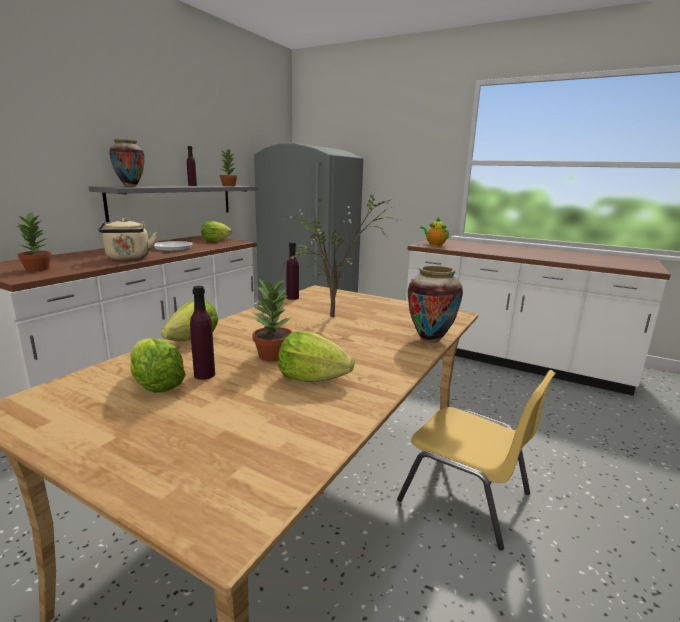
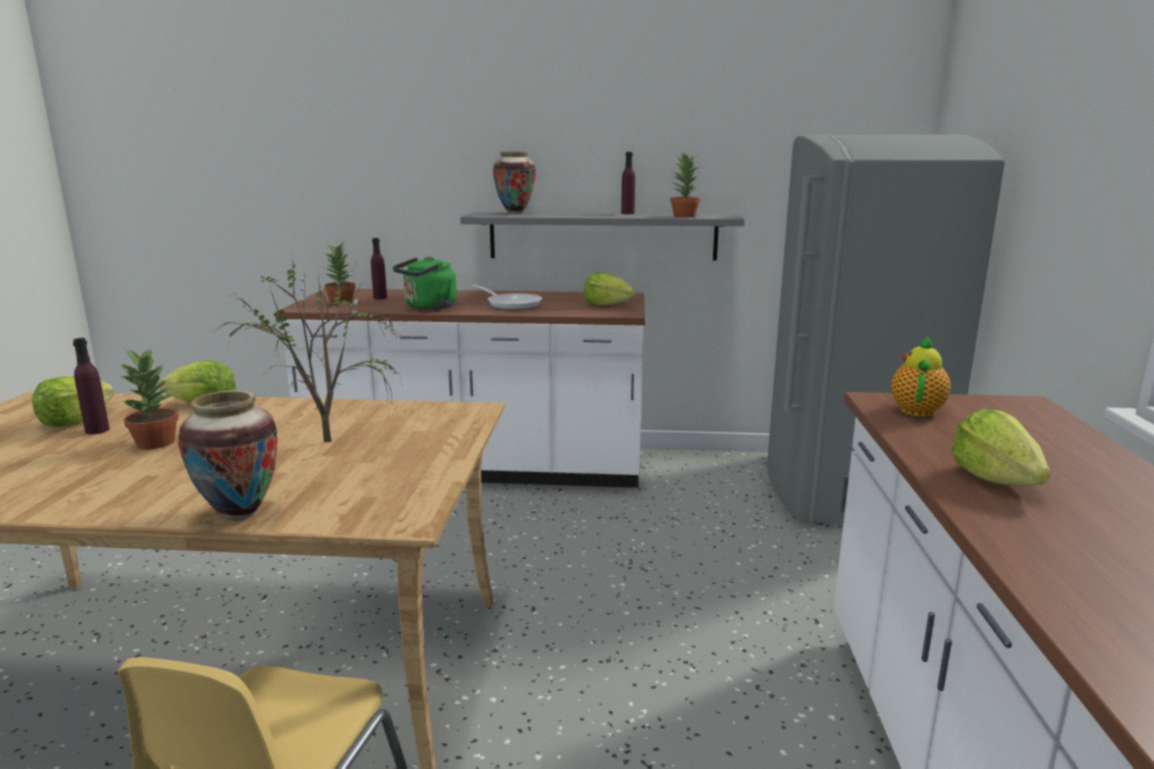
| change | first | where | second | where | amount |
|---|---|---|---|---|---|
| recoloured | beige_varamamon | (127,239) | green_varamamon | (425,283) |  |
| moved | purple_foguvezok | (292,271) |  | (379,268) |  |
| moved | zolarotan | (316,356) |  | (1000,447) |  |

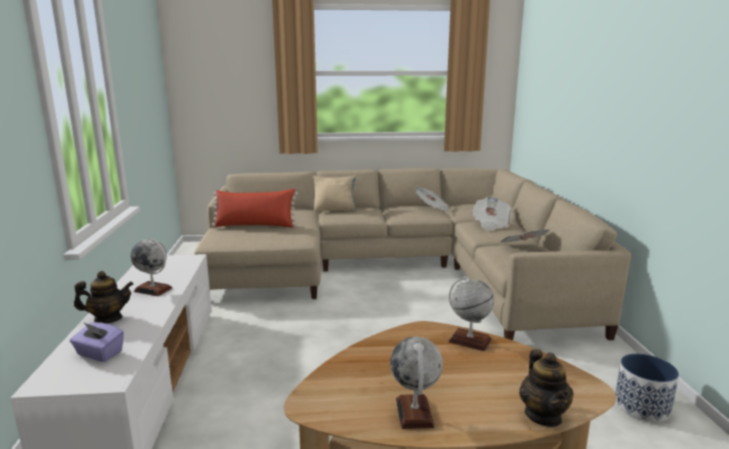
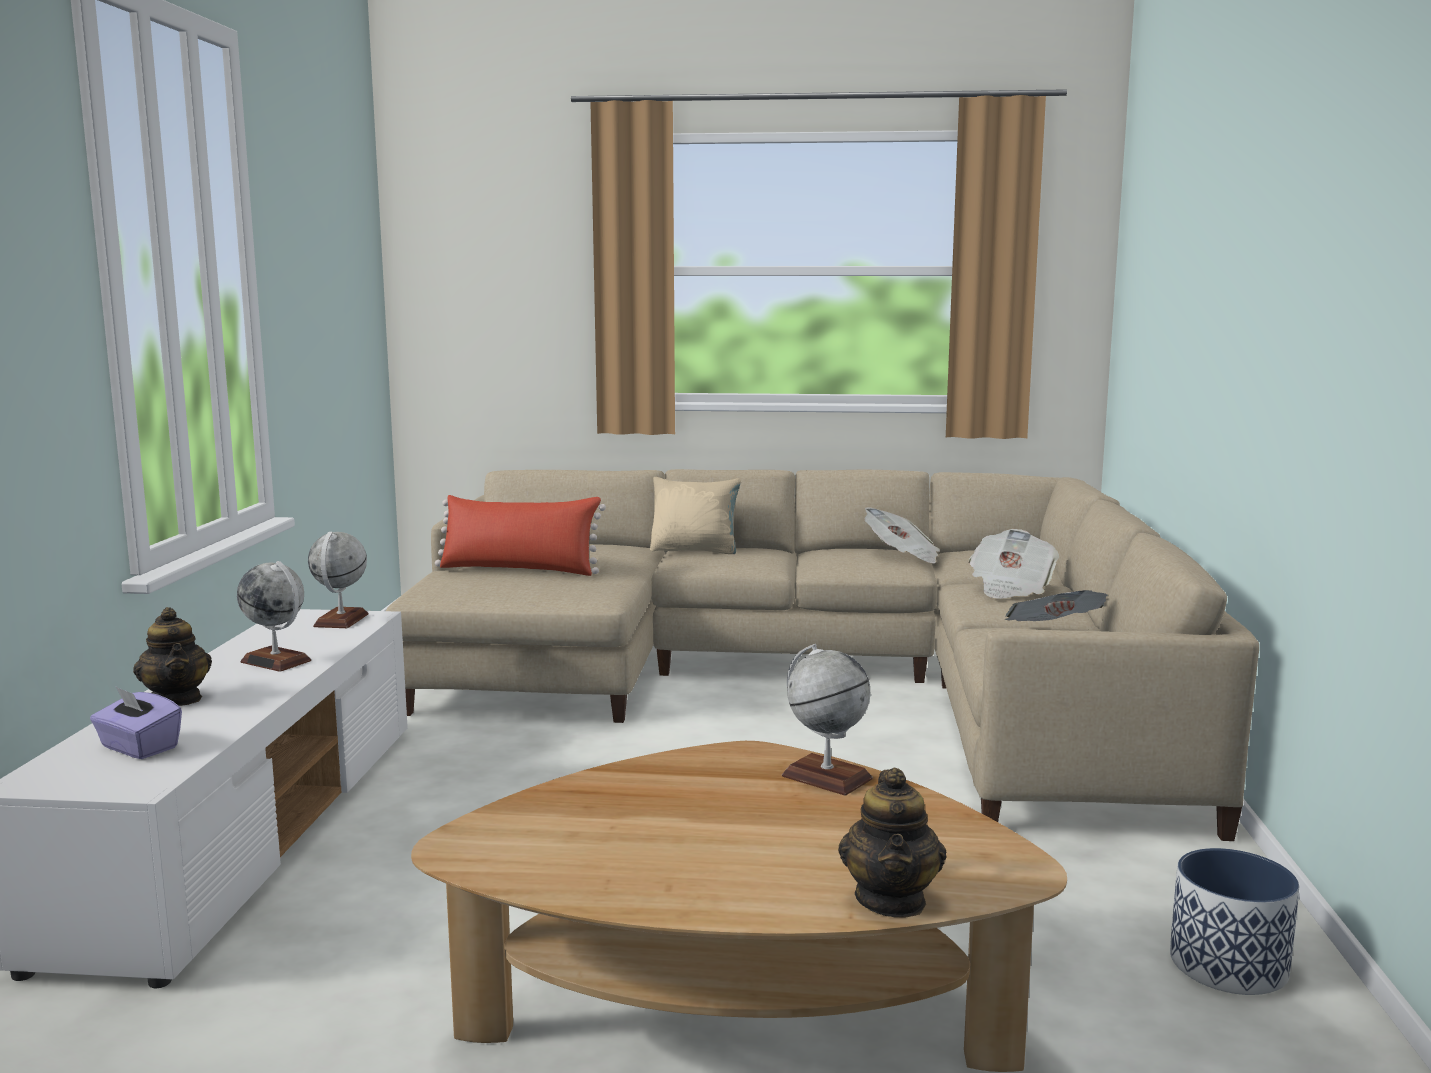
| change | first | where | second | where | amount |
|---|---|---|---|---|---|
| turned | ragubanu | (103,297) |  | (172,656) | 60 degrees clockwise |
| moved | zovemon | (416,382) |  | (338,579) |  |

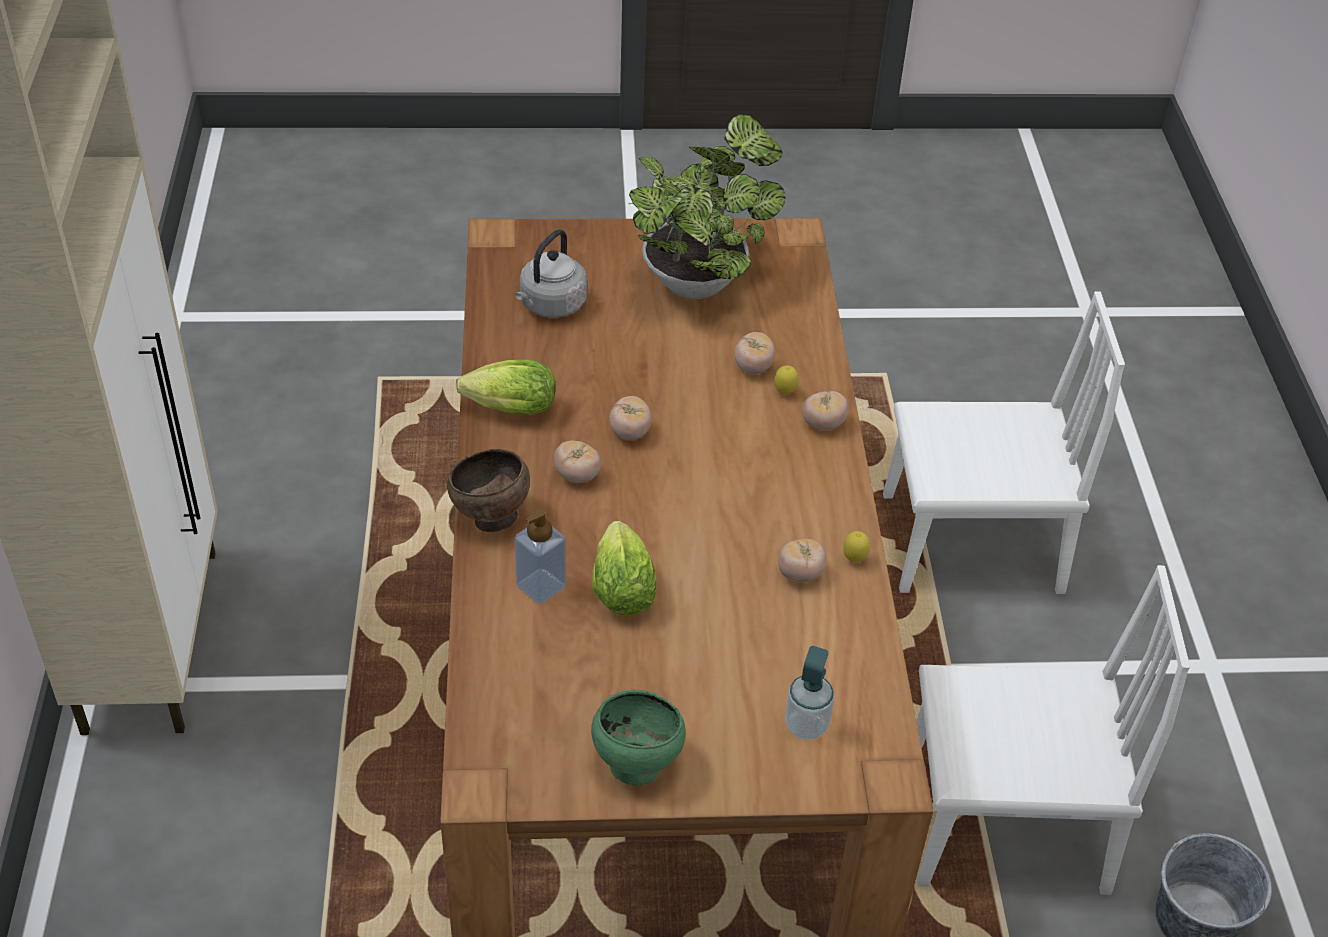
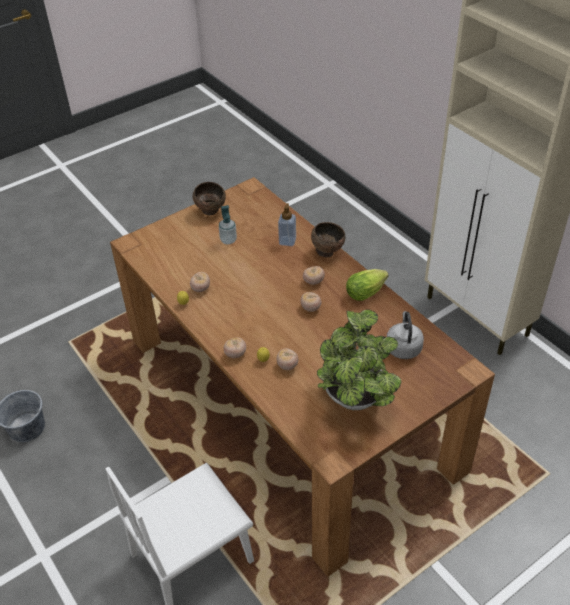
| change | first | where | second | where | amount |
|---|---|---|---|---|---|
| removed | zolarotan | (624,568) |  |  |  |
| removed | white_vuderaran | (1053,730) |  |  |  |
| moved | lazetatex | (809,693) |  | (228,225) |  |
| recoloured | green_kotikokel | (638,737) | brown_kotikokel | (209,198) |  |

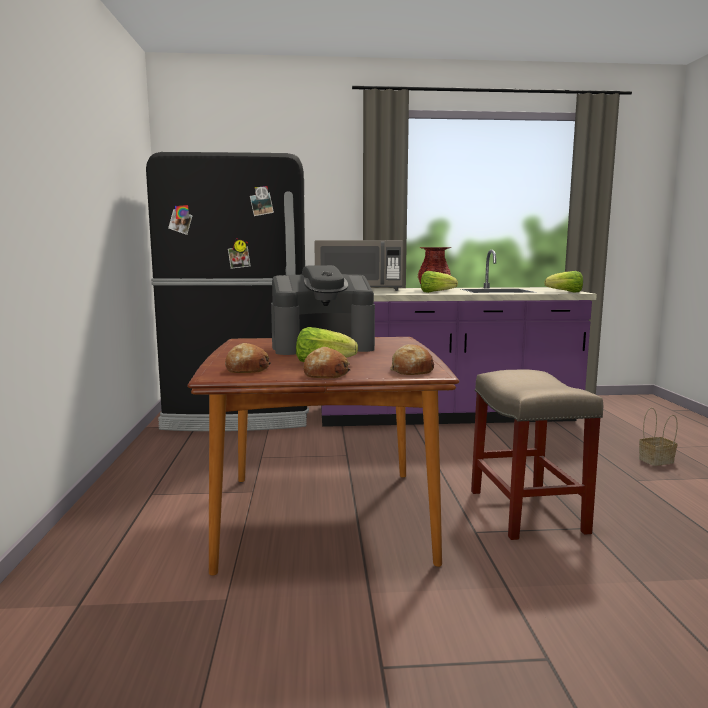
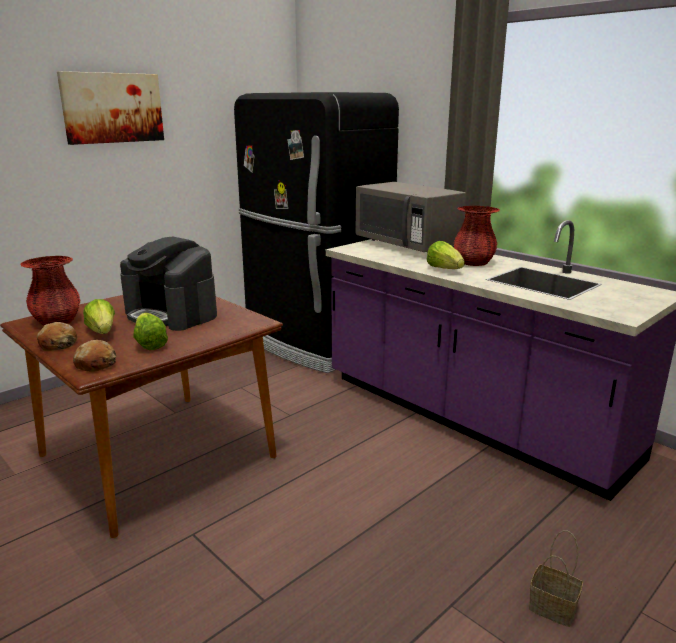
| change | first | where | second | where | amount |
|---|---|---|---|---|---|
| moved | zolarotan | (563,282) |  | (150,331) |  |
| replaced | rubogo | (248,358) | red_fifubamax | (50,291) |  |
| removed | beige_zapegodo | (537,454) |  |  |  |
| added |  |  | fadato | (110,108) |  |

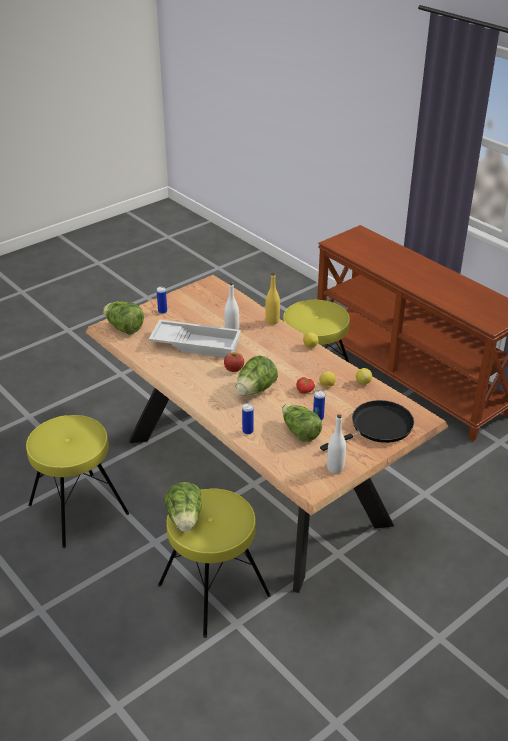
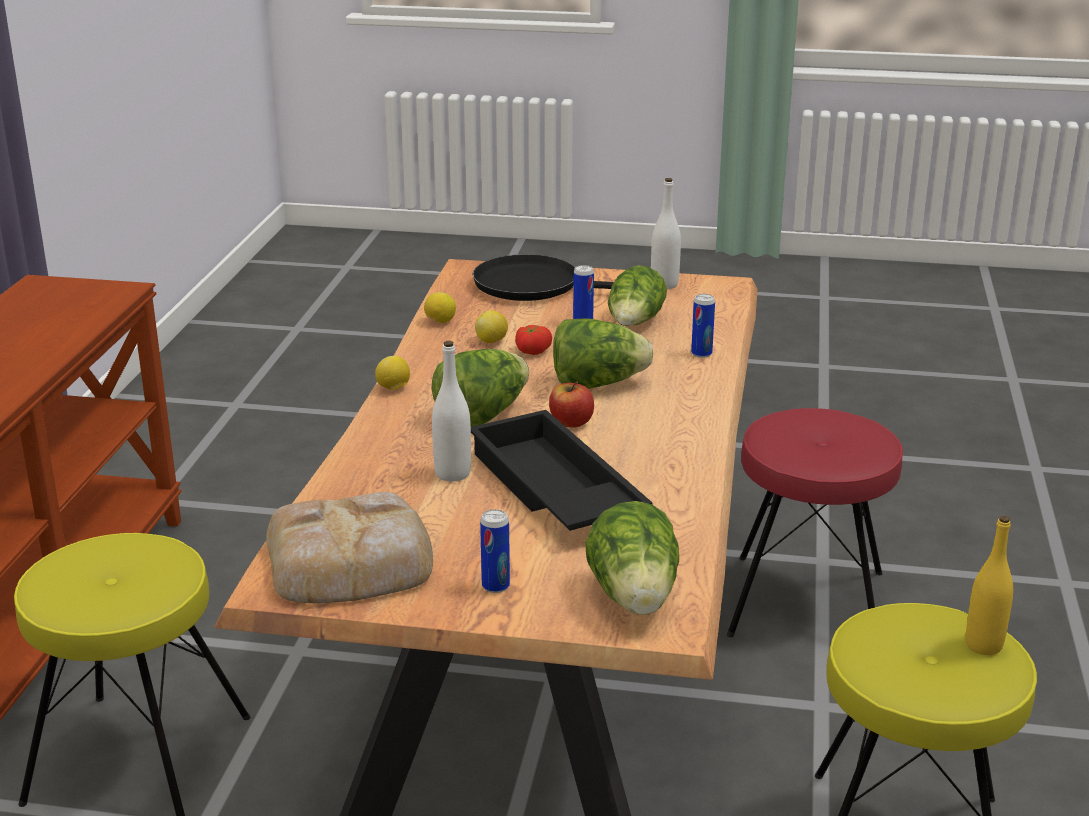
| change | first | where | second | where | amount |
|---|---|---|---|---|---|
| moved | yellow_foguvezok | (272,299) |  | (989,585) |  |
| recoloured | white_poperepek | (195,338) | black_poperepek | (562,470) |  |
| moved | zolarotan | (183,507) |  | (480,388) |  |
| recoloured | yellow_zapegodo | (214,563) | red_zapegodo | (815,522) |  |
| added |  |  | rubogo | (349,547) |  |

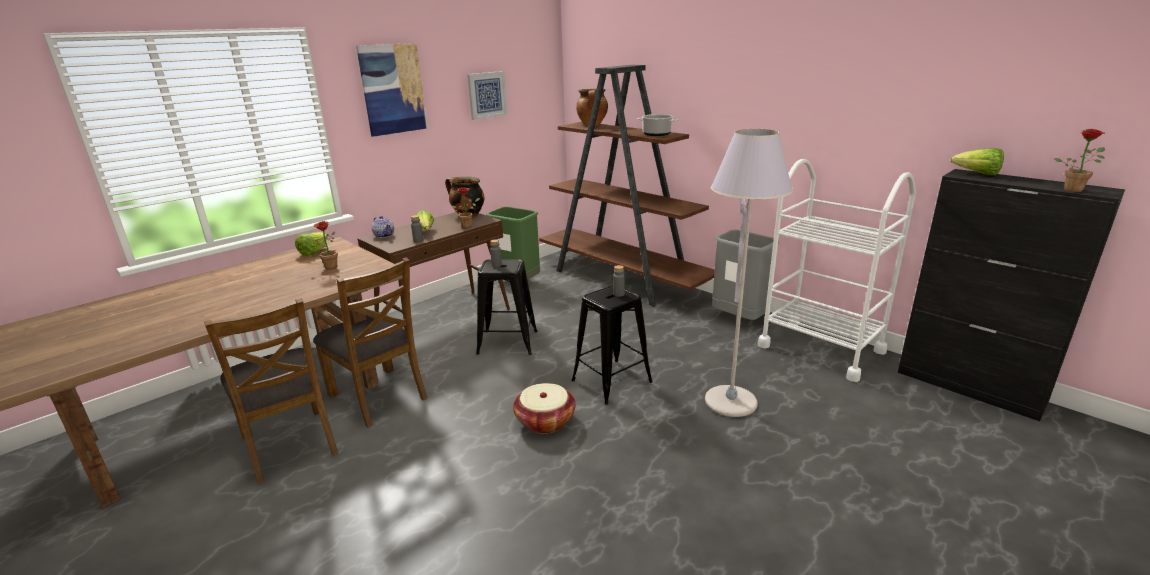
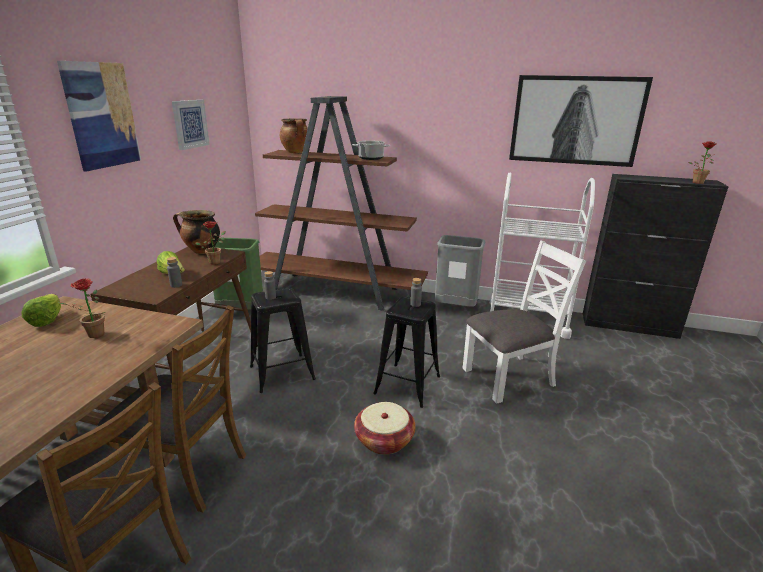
| change | first | where | second | where | amount |
|---|---|---|---|---|---|
| replaced | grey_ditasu | (749,273) | white_vuderaran | (524,322) |  |
| removed | zolarotan | (977,161) |  |  |  |
| removed | ragubanu | (383,227) |  |  |  |
| added |  |  | fadato | (581,121) |  |

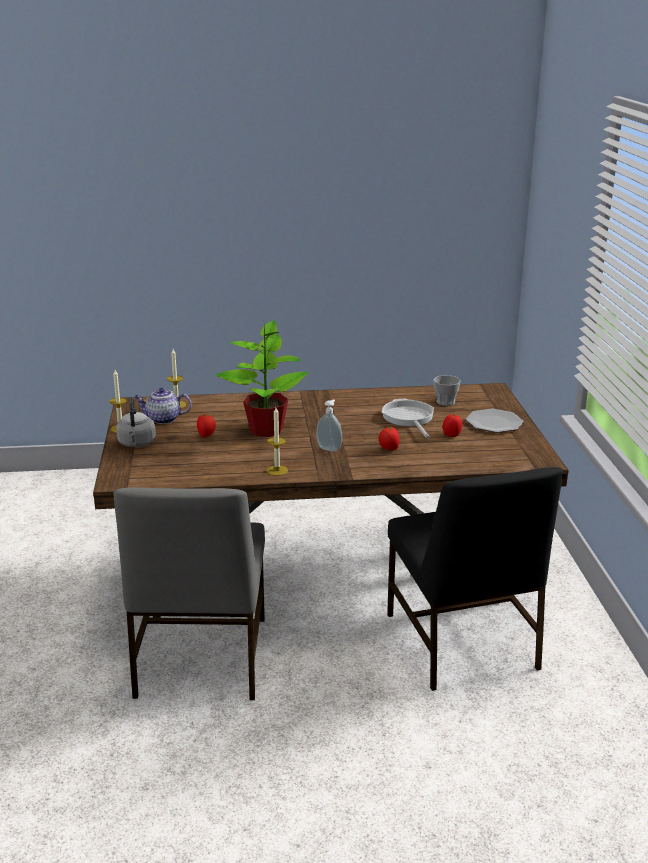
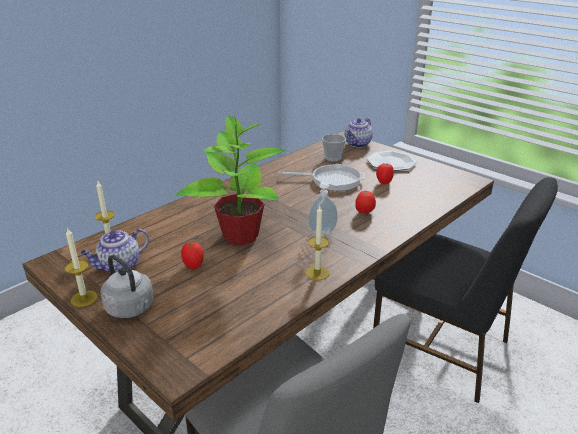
| change | first | where | second | where | amount |
|---|---|---|---|---|---|
| turned | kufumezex | (407,418) |  | (322,177) | 150 degrees clockwise |
| added |  |  | ragubanu | (359,133) |  |

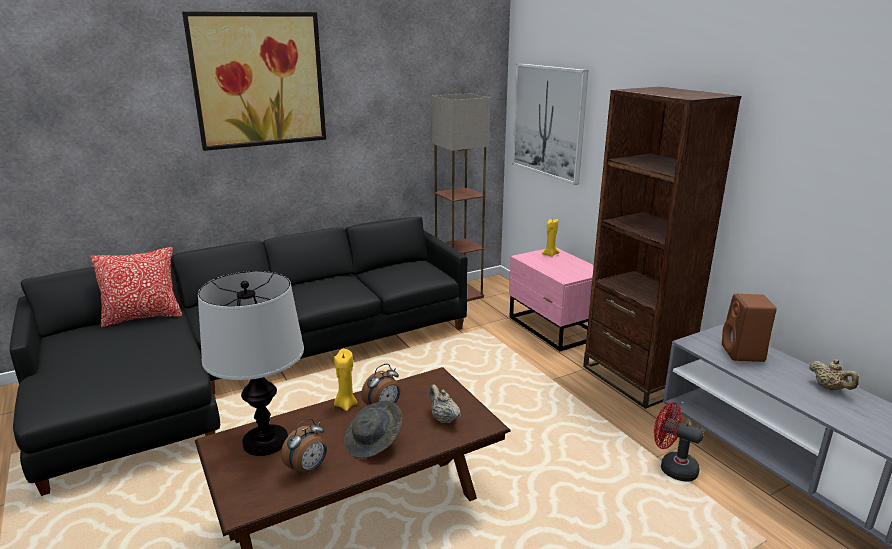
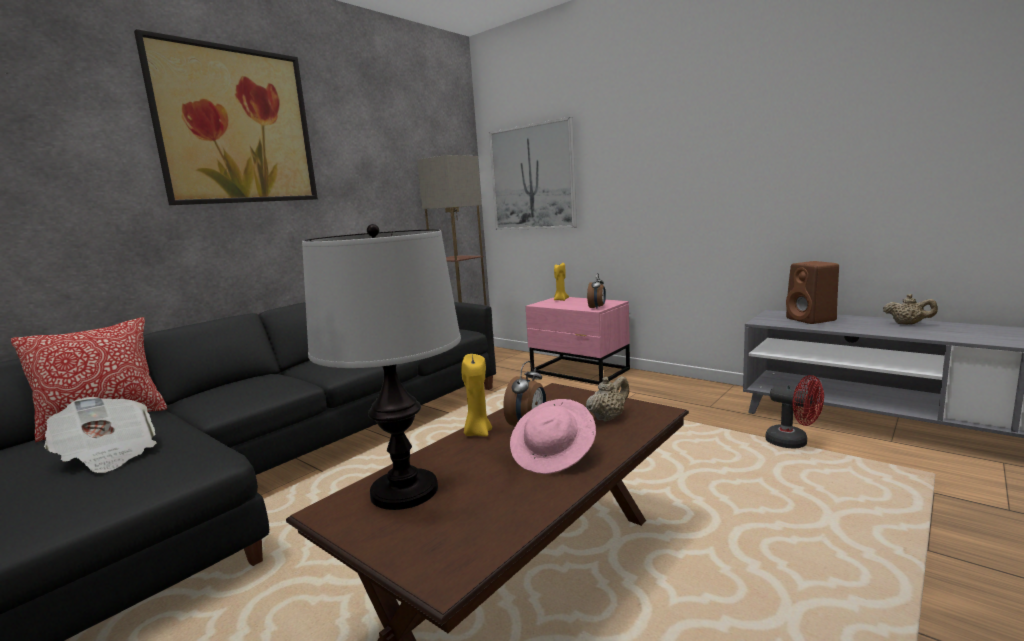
| change | first | where | second | where | amount |
|---|---|---|---|---|---|
| removed | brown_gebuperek | (662,248) |  |  |  |
| turned | beige_ragubanu | (445,403) |  | (607,399) | 105 degrees clockwise |
| recoloured | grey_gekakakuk | (373,429) | pink_gekakakuk | (553,436) |  |
| turned | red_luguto | (679,442) |  | (794,411) | 150 degrees counterclockwise |
| moved | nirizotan | (304,447) |  | (596,291) |  |
| added |  |  | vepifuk | (100,435) |  |

